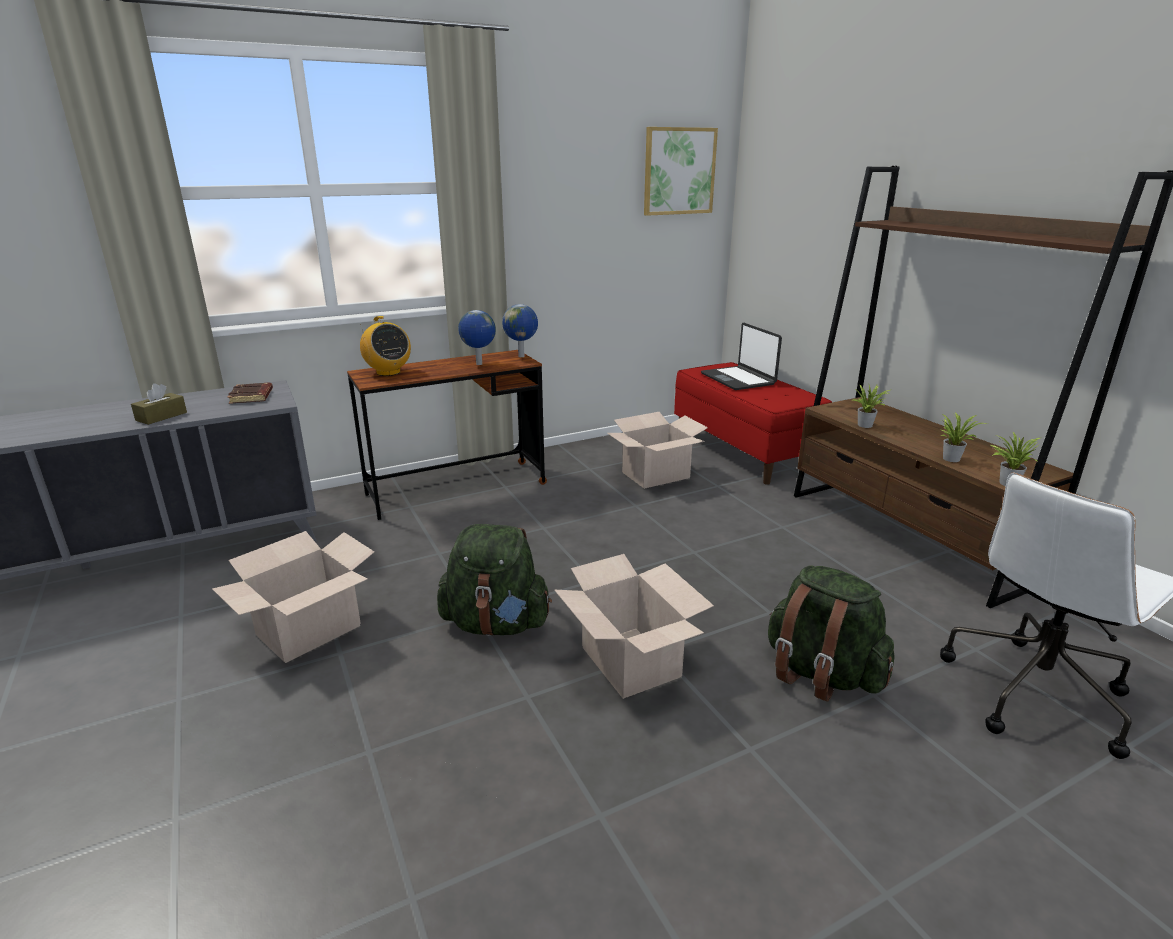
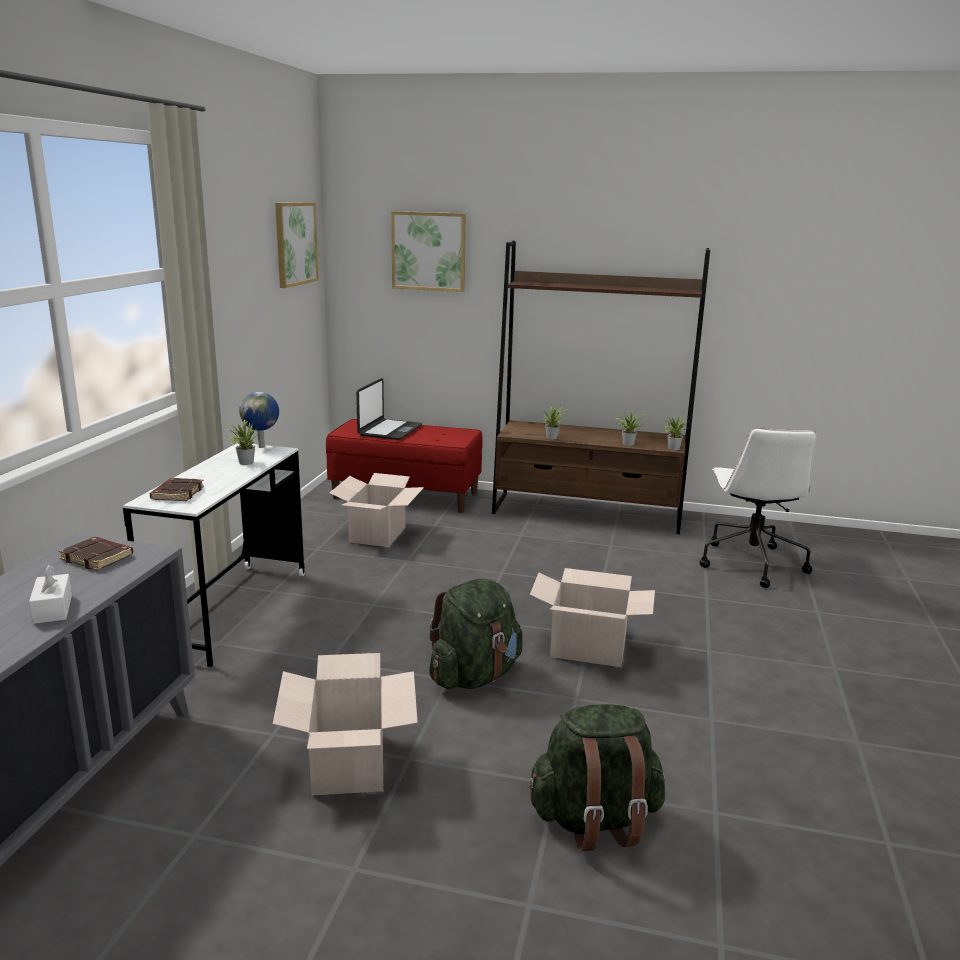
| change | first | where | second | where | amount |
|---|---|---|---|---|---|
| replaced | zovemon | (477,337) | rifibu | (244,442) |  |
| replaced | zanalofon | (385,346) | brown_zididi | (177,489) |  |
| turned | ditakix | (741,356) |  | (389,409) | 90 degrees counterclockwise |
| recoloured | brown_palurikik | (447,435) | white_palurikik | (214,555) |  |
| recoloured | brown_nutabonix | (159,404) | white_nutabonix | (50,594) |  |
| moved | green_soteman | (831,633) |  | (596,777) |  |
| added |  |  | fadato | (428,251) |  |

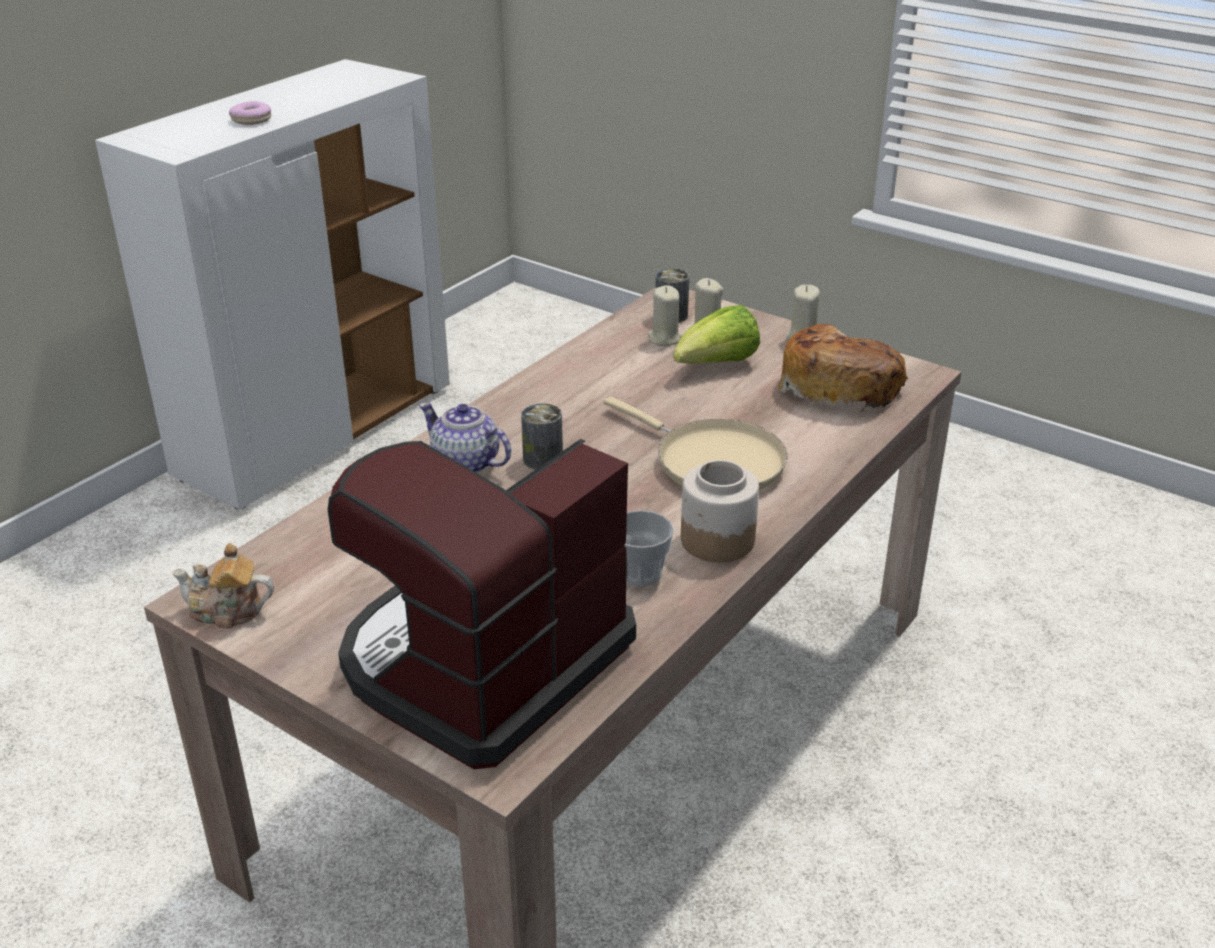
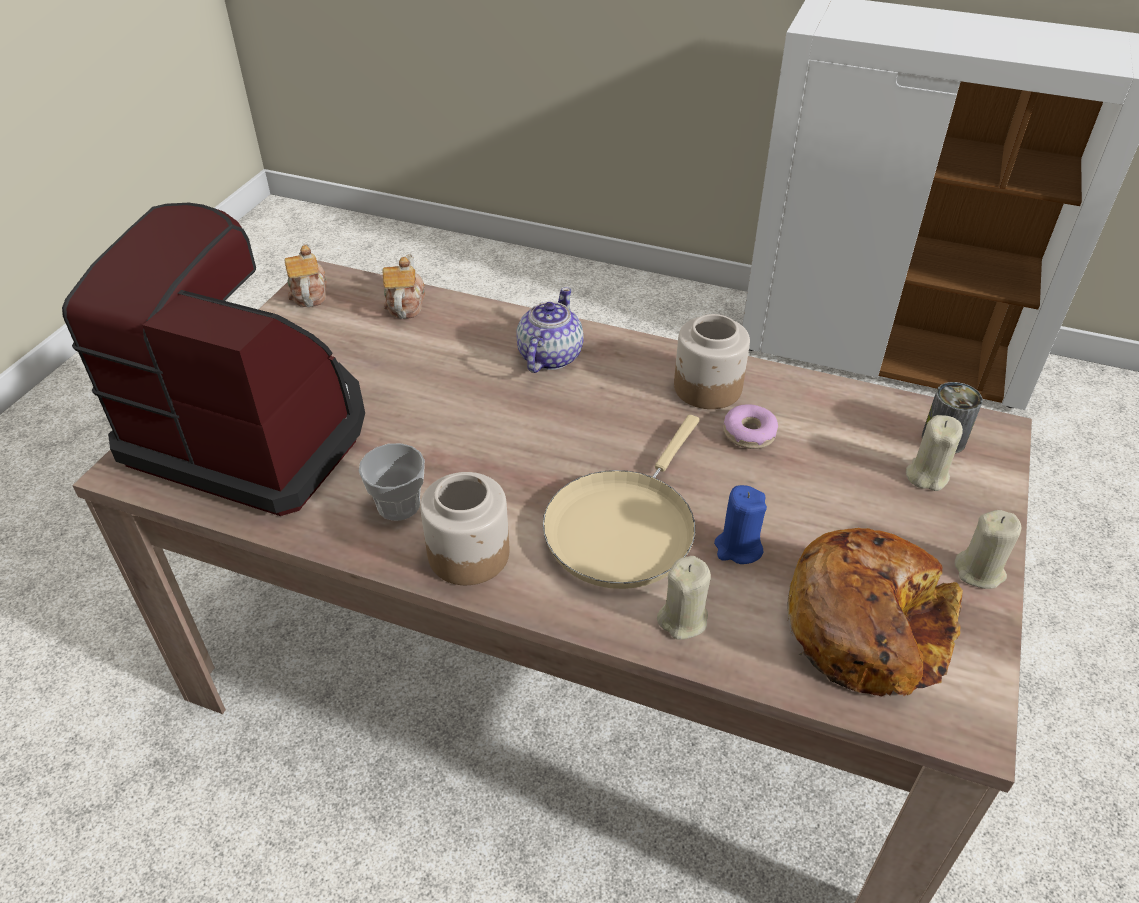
| change | first | where | second | where | amount |
|---|---|---|---|---|---|
| moved | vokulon | (250,113) |  | (750,426) |  |
| moved | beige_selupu | (664,315) |  | (684,598) |  |
| removed | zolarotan | (716,334) |  |  |  |
| removed | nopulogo | (542,436) |  |  |  |
| added |  |  | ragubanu | (404,286) |  |
| added |  |  | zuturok | (712,361) |  |
| added |  |  | blue_selupu | (740,524) |  |

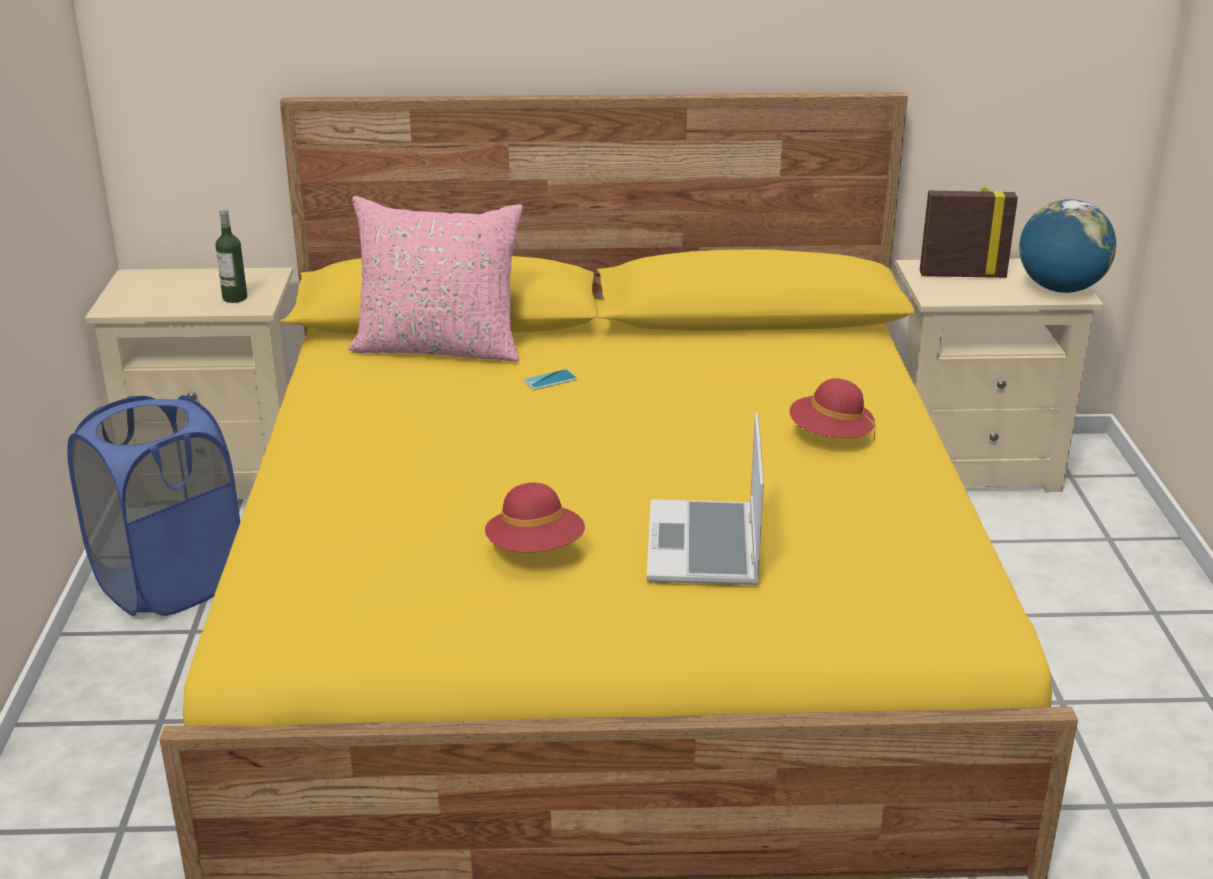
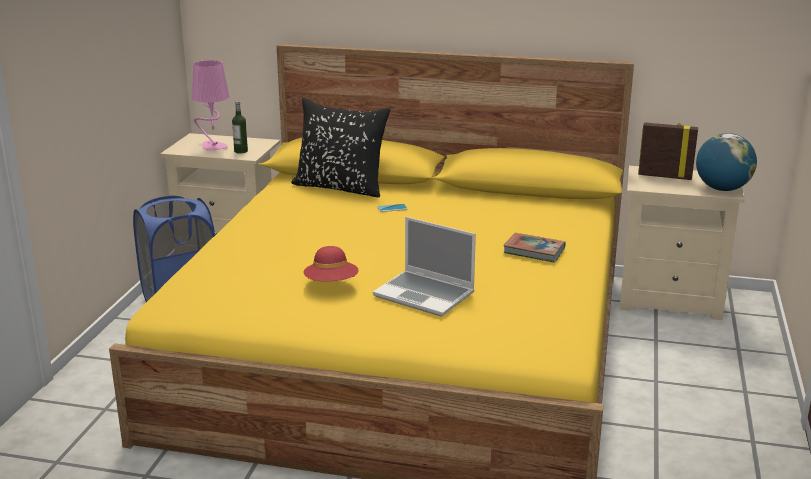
| change | first | where | second | where | amount |
|---|---|---|---|---|---|
| recoloured | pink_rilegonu | (435,279) | black_rilegonu | (340,147) |  |
| replaced | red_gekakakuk | (833,410) | zididi | (535,248) |  |
| turned | ditakix | (705,499) |  | (424,266) | 75 degrees counterclockwise |
| added |  |  | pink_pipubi | (210,105) |  |

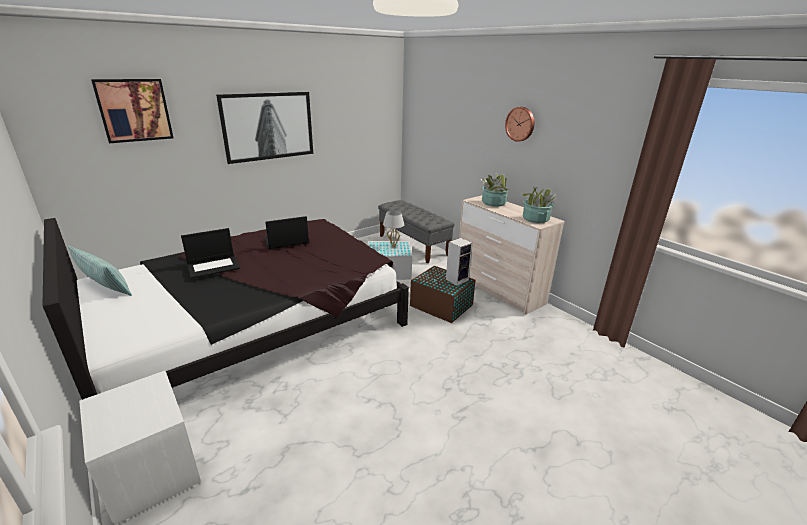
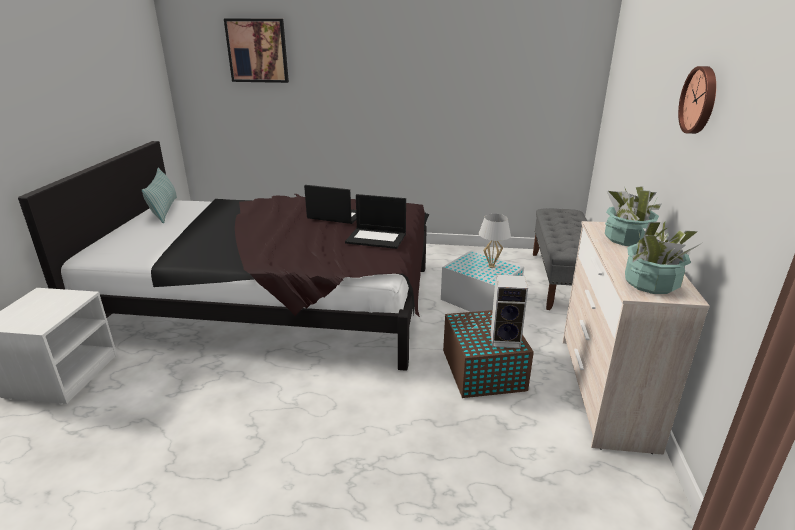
| change | first | where | second | where | amount |
|---|---|---|---|---|---|
| removed | fadato | (264,128) |  |  |  |
| moved | ditakix | (210,253) |  | (375,221) |  |

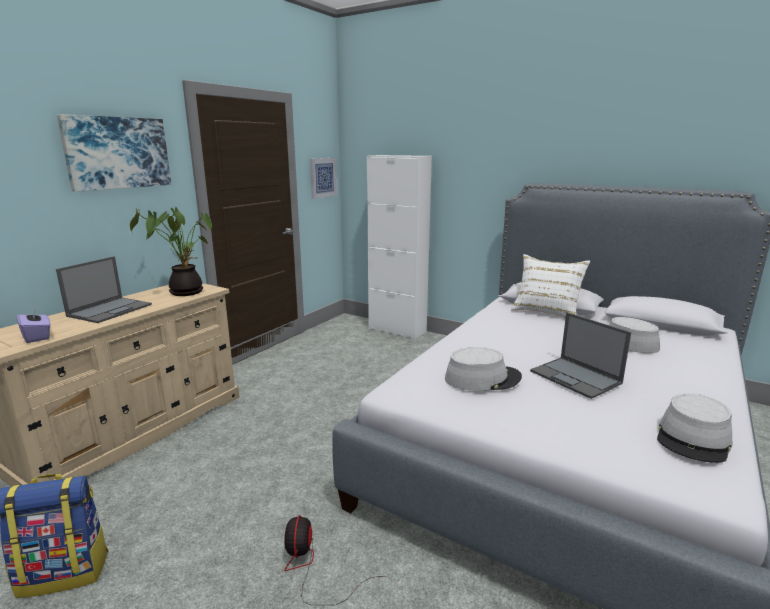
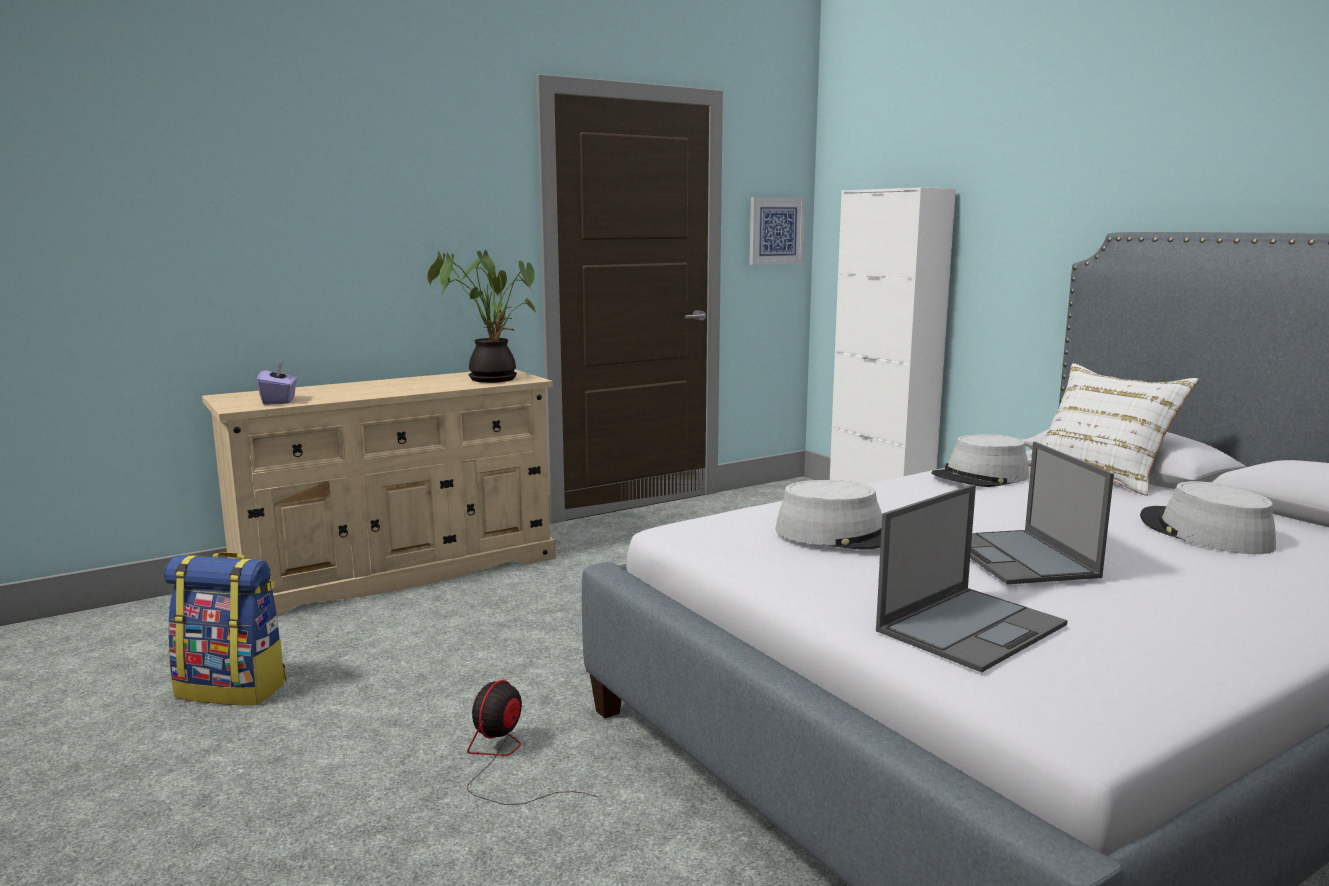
| change | first | where | second | where | amount |
|---|---|---|---|---|---|
| removed | fadato | (114,153) |  |  |  |
| moved | ditakix | (104,289) |  | (972,578) |  |
| moved | grey_gekakakuk | (695,428) |  | (980,460) |  |

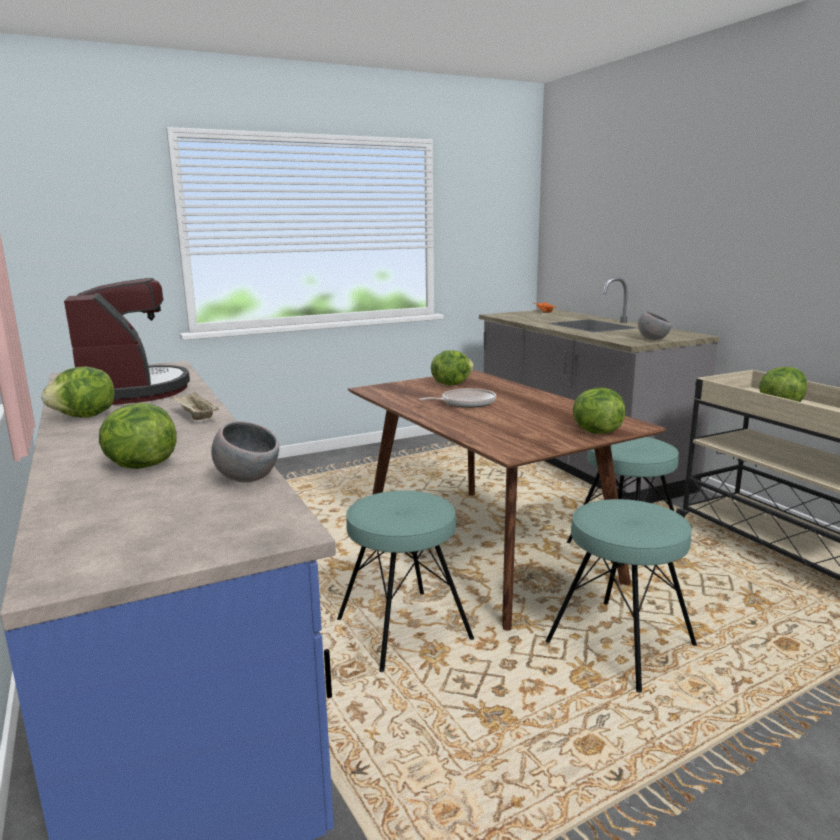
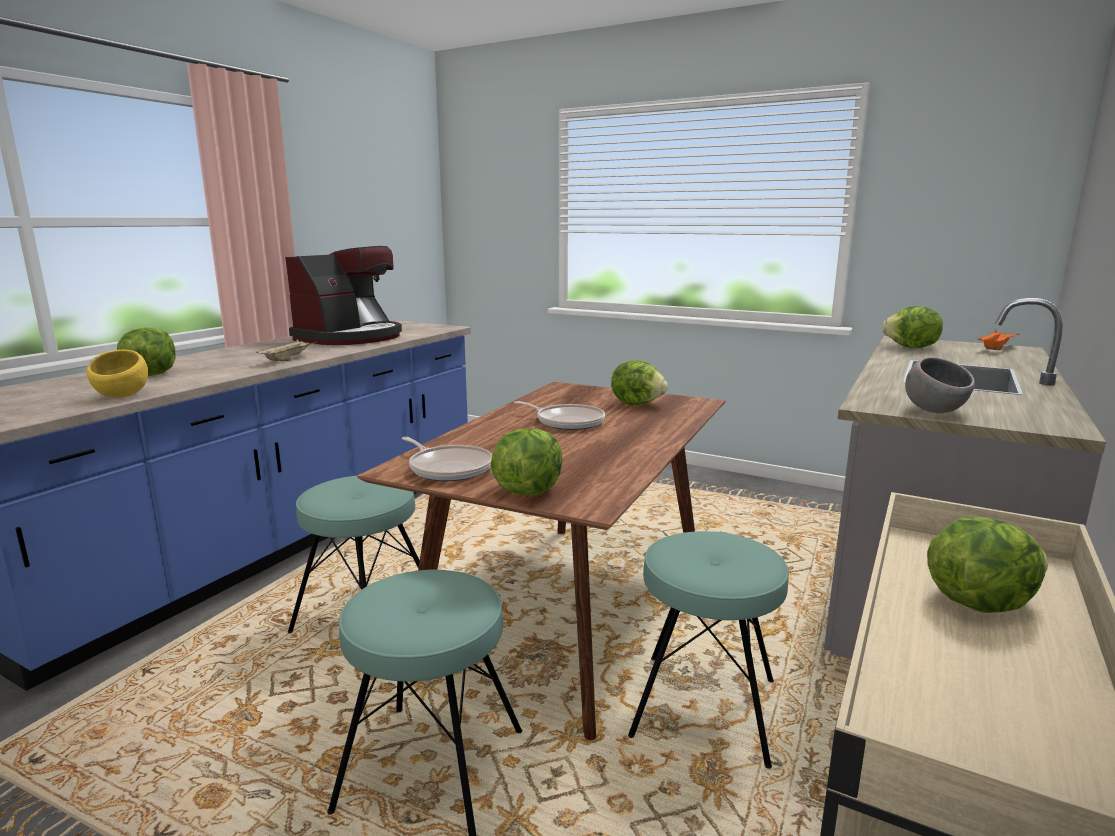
| change | first | where | second | where | amount |
|---|---|---|---|---|---|
| moved | zolarotan | (78,392) |  | (912,327) |  |
| recoloured | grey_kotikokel | (245,452) | yellow_kotikokel | (117,374) |  |
| added |  |  | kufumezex | (447,459) |  |

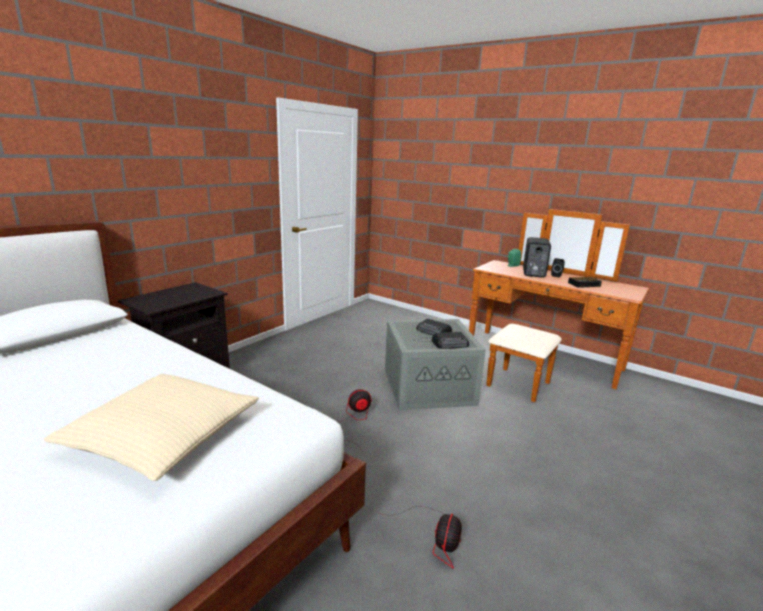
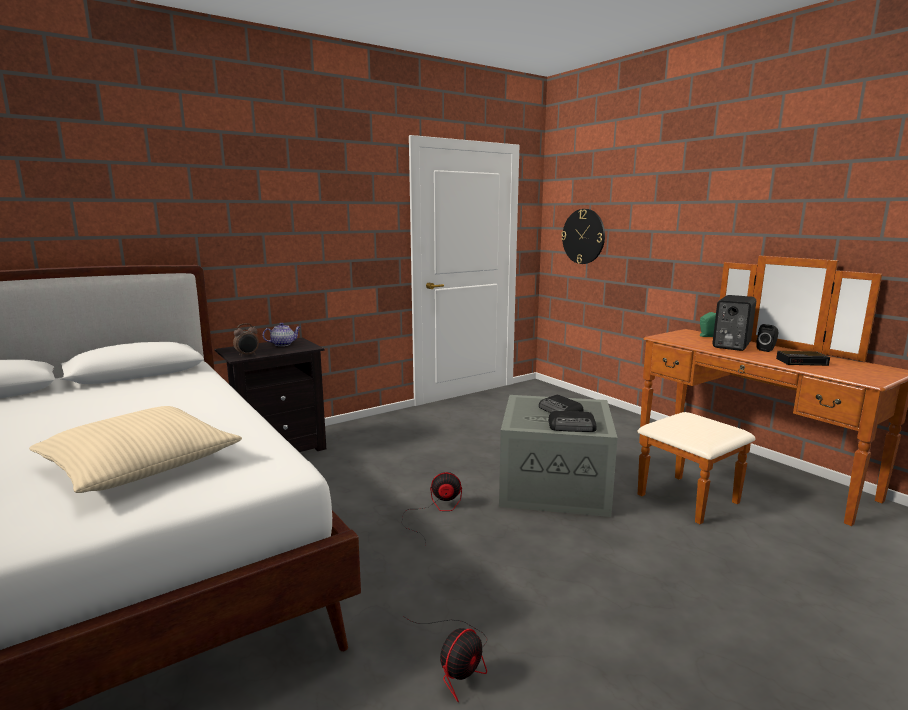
| change | first | where | second | where | amount |
|---|---|---|---|---|---|
| added |  |  | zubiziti | (583,236) |  |
| added |  |  | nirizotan | (246,340) |  |
| added |  |  | ragubanu | (281,334) |  |

